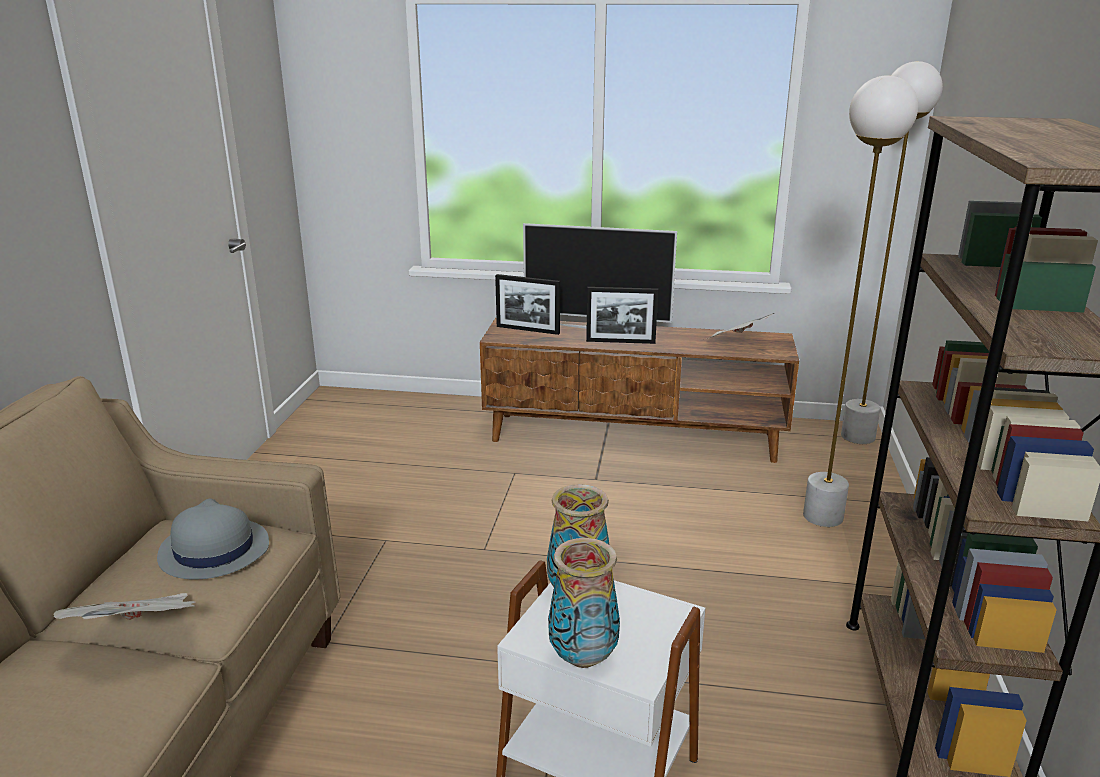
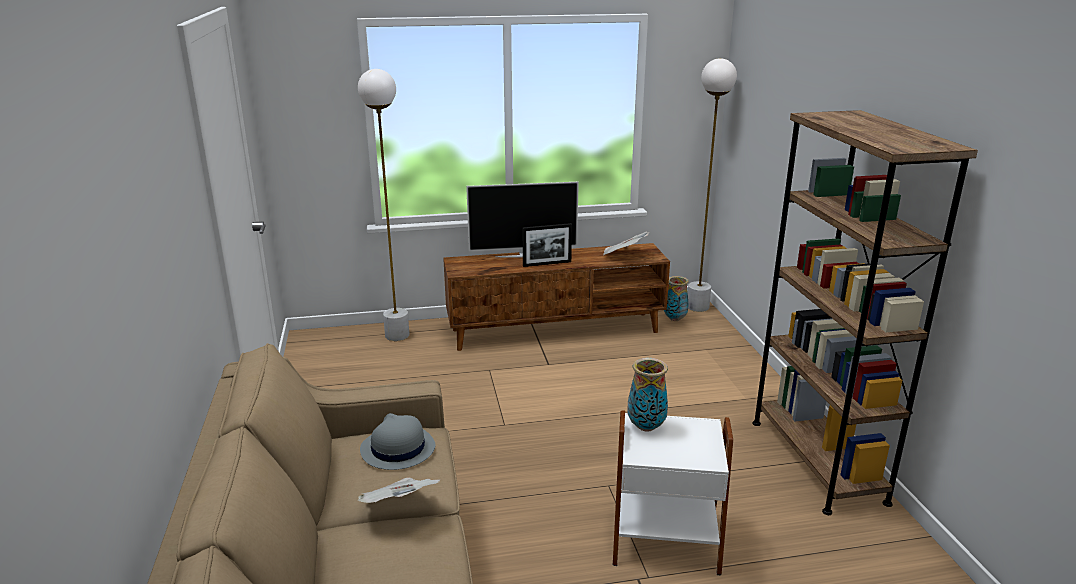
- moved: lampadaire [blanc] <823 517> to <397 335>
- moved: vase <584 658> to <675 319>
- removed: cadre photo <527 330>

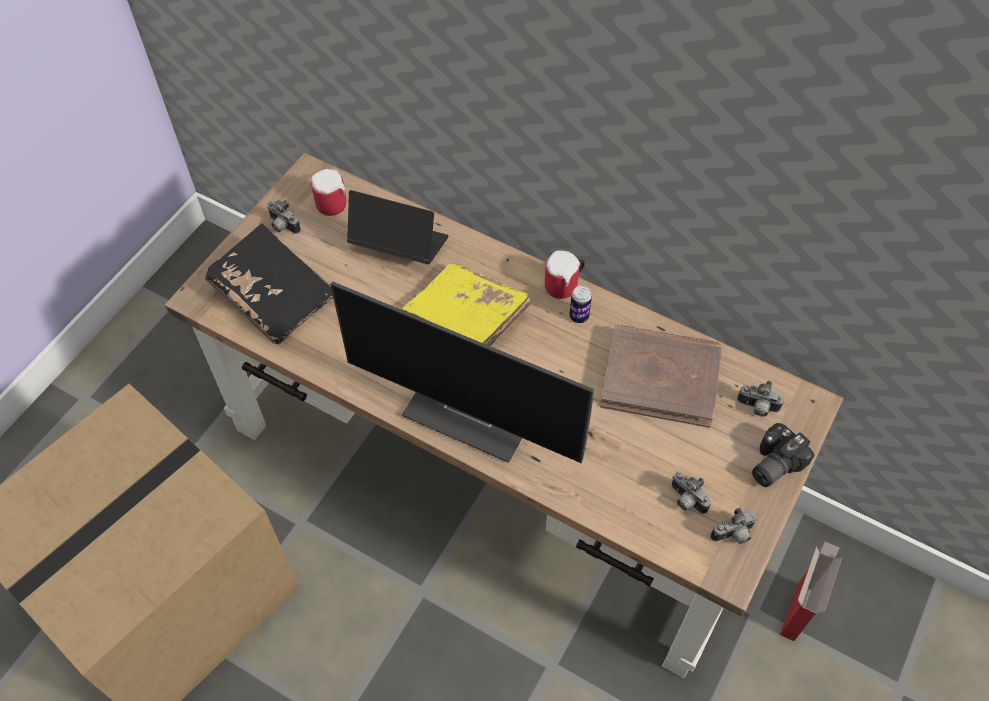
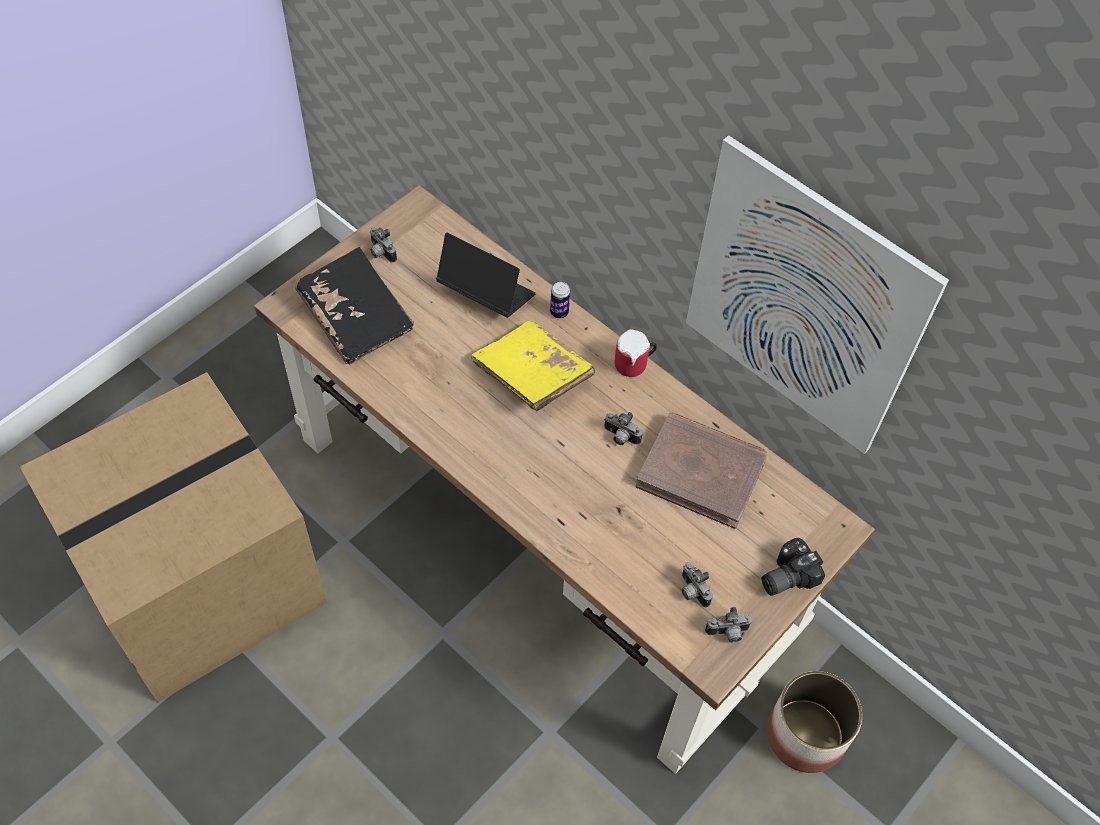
- moved: boîte métallique <579 316> to <559 312>
- moved: appareil photo <757 408> to <620 437>
- added: tableau <803 301>
- replaced: carton <796 610> to cache-pot <805 736>
- removed: mug <333 201>
- removed: écran d'ordinateur <475 411>

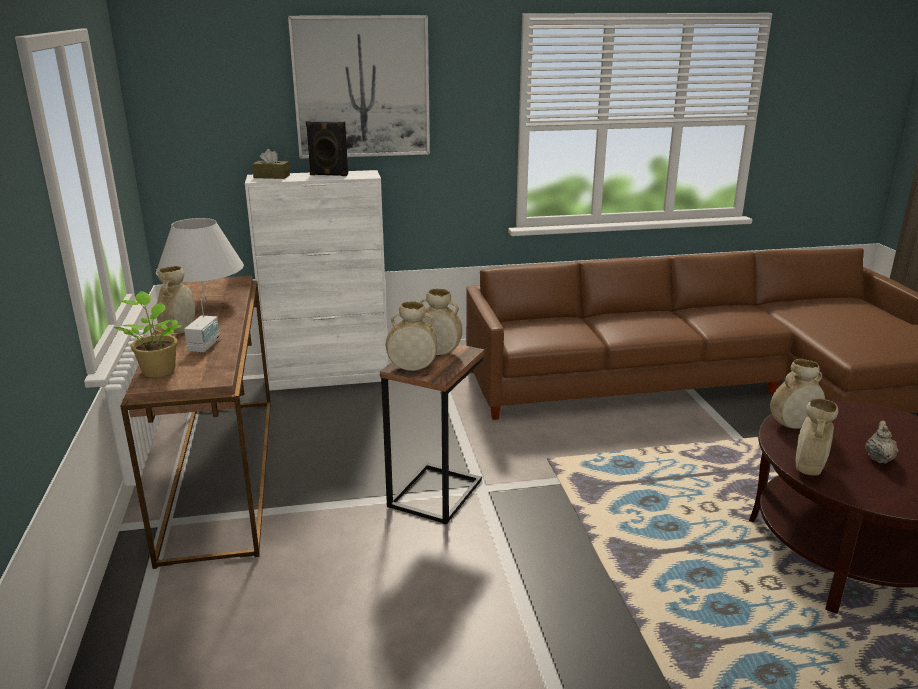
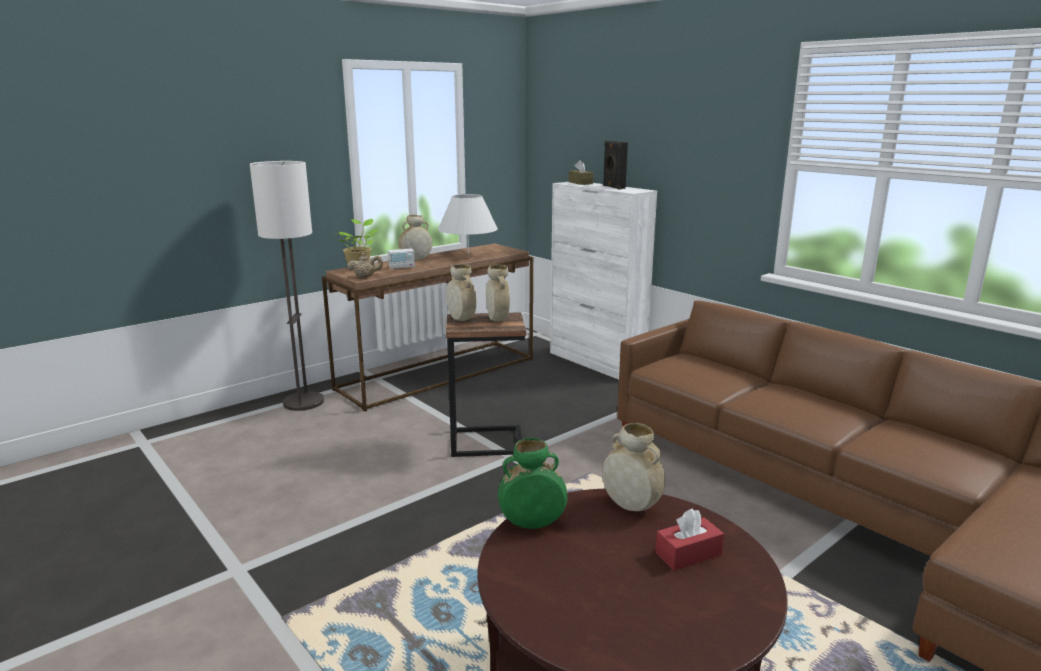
- added: lampadaire <303 402>
- moved: théière [beige] <878 458> to <365 277>
- recoloured: vase [beige] <808 470> to vase [vert] <532 524>
- added: boîte à mouchoirs [rouge] <688 554>
- removed: tableau <361 87>

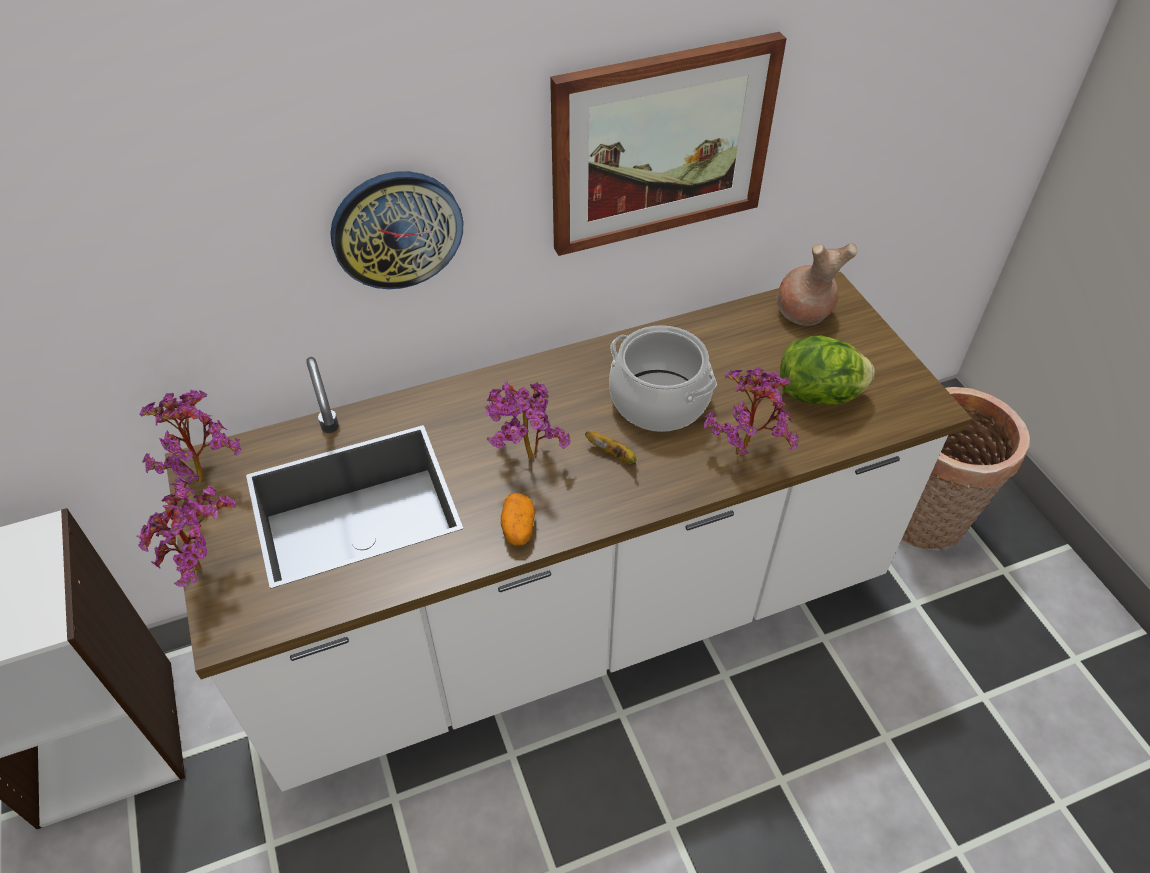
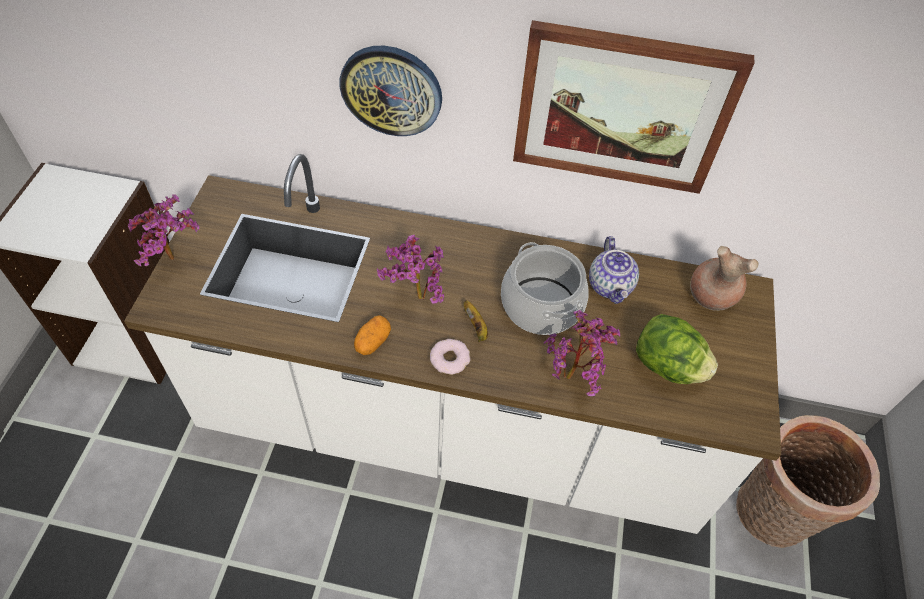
- added: beignet <450 359>
- added: théière <611 286>
- removed: plante en pot <204 474>

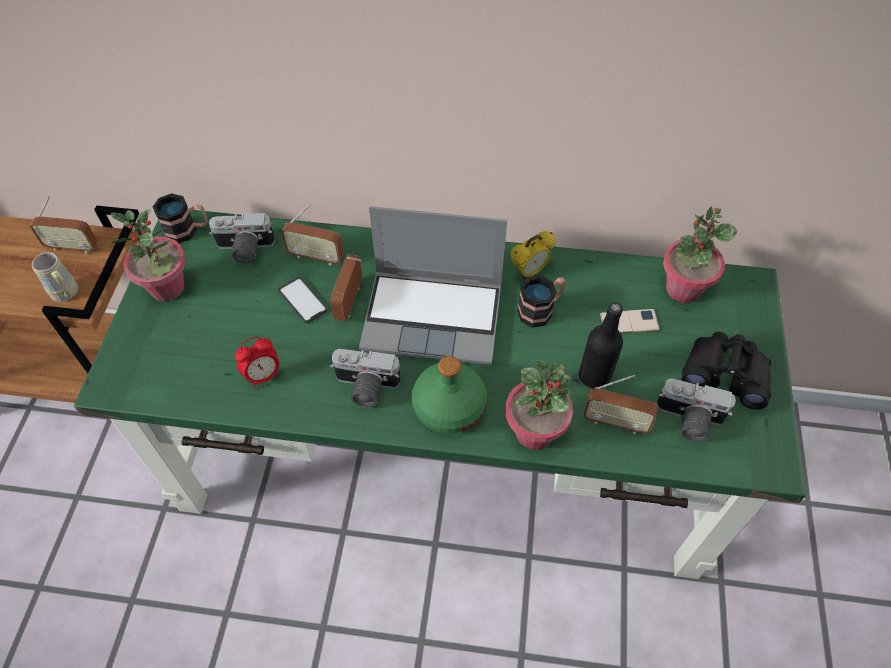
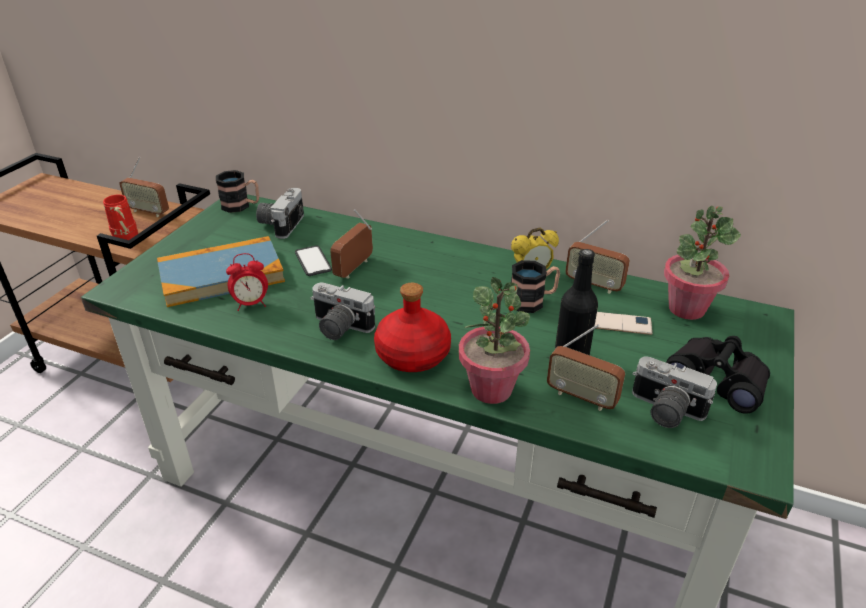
- recoloured: mug [beige] <67 295> to mug [rouge] <126 238>
- added: livre <221 275>
- turned: appareil photo <244 250> = <280 224> 90 degrees clockwise
- recoloured: bouteille [vert] <448 406> to bouteille [rouge] <412 354>
- moved: radio <316 256> to <594 285>
- removed: plante en pot <167 288>
- removed: ordinateur portable <434 317>

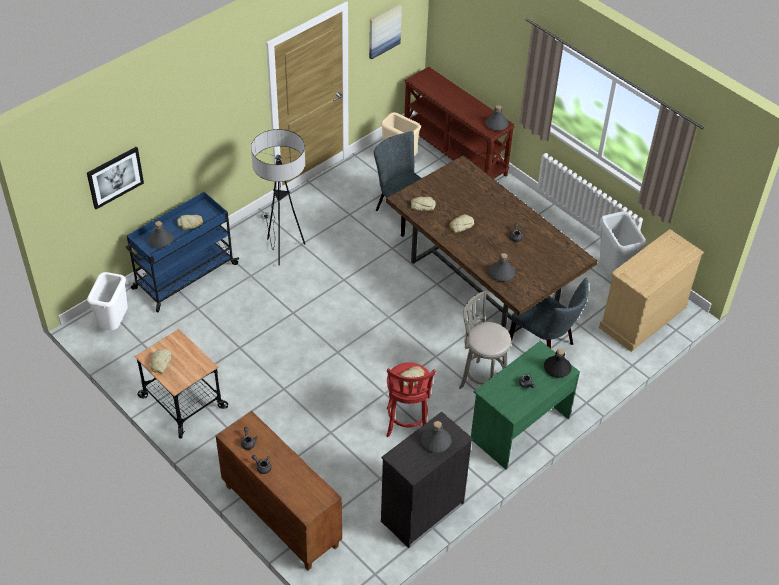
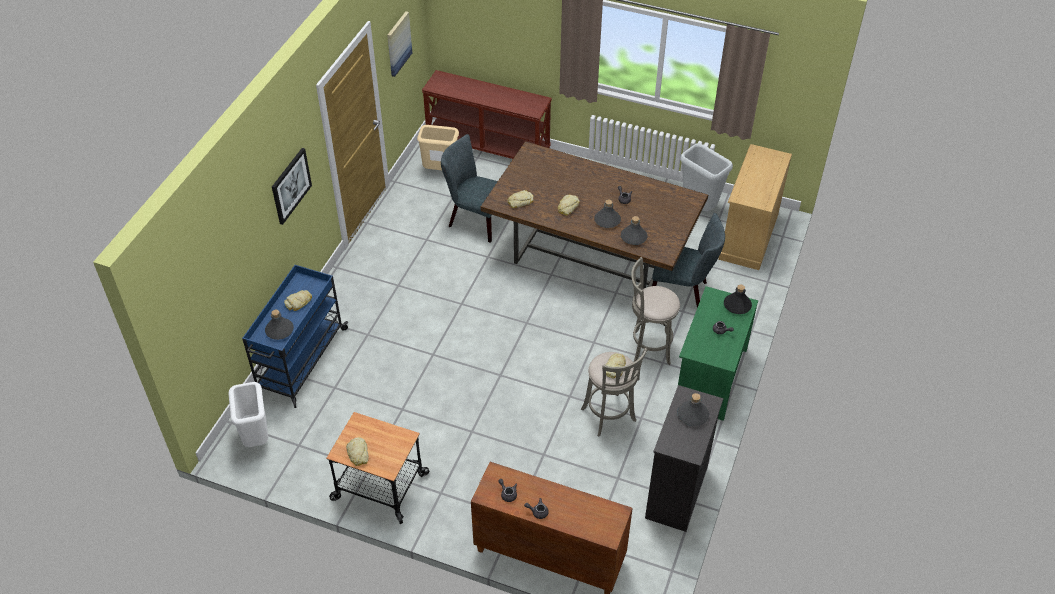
- moved: tableau <115 177> to <290 185>
- recoloured: tabouret [rouge] <407 425> to tabouret [gris] <609 417>
- moved: bouteille [gris] <496 124> to <607 220>
- removed: lampadaire <282 250>

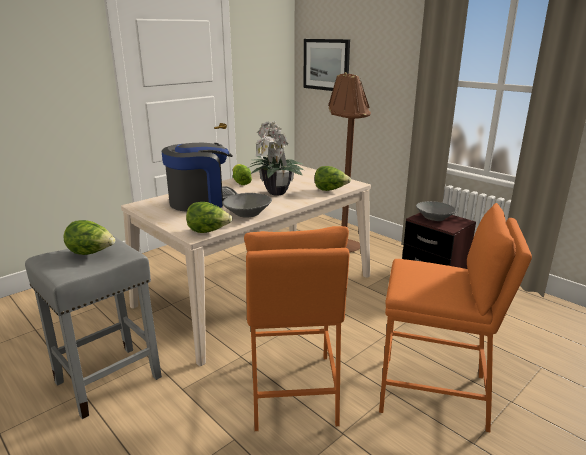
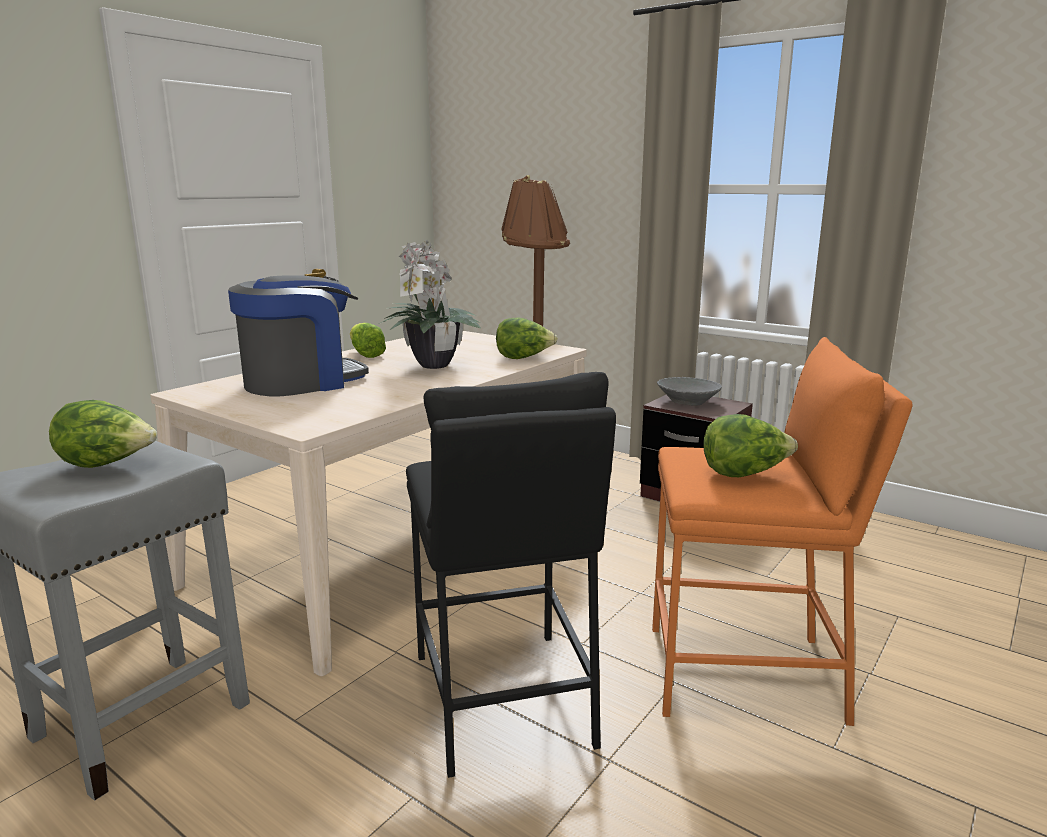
- recoloured: tabouret [orange] <292 390> to tabouret [noir] <502 698>
- moved: laitue <208 231> to <744 474>
- removed: bol [gris] <247 214>
- removed: tableau <326 64>

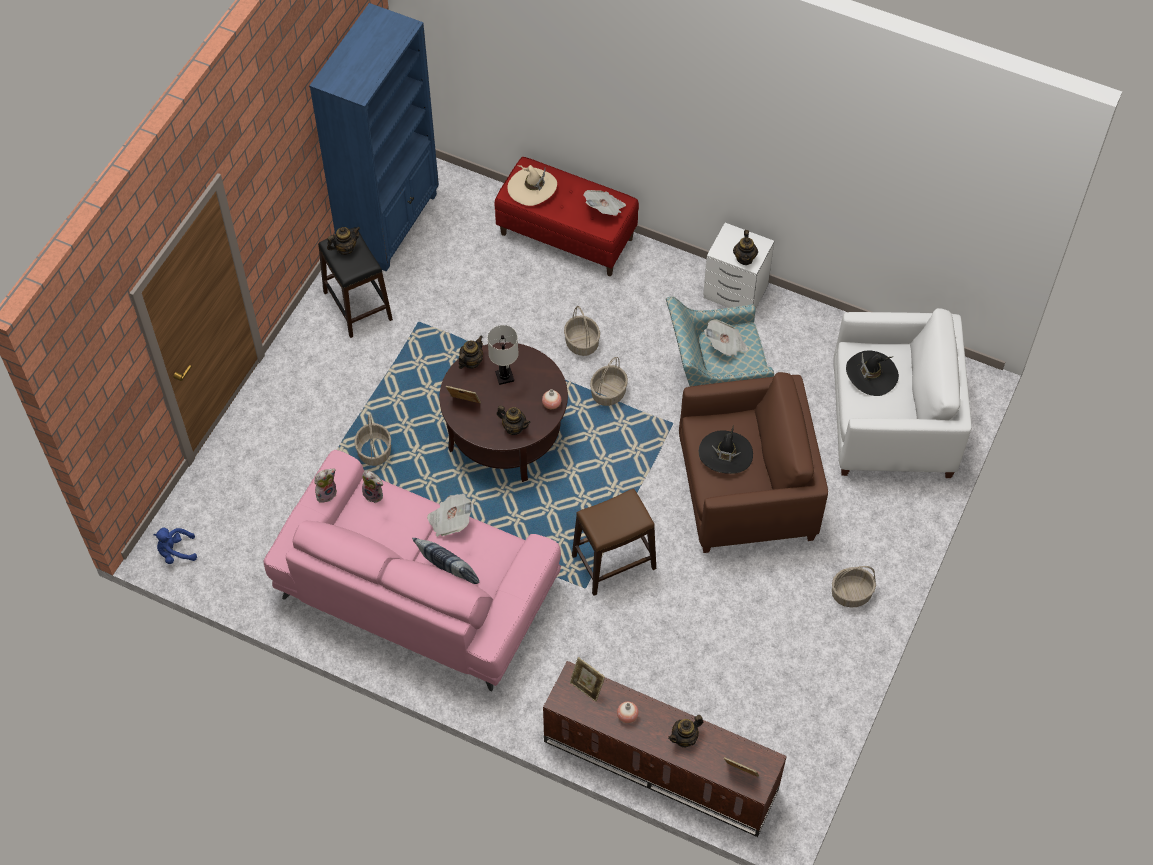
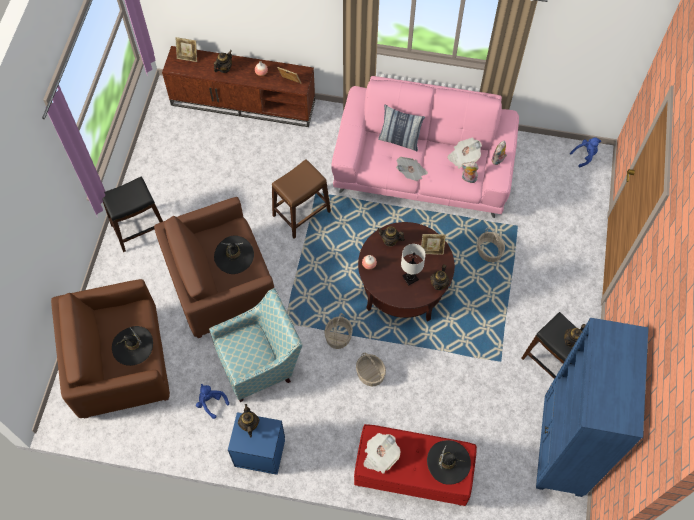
- recoloured: fauteuil [blanc] <891 422> to fauteuil [marron] <120 364>
- replaced: panier <851 594> to tabouret [noir] <139 228>
- added: peluche [bleu] <211 402>
- recoloured: table de chevet [blanc] <736 293> to table de chevet [bleu] <259 451>
- recoloured: chapeau [beige] <532 188> to chapeau [noir] <448 462>
- moved: journal <725 345> to <463 157>

